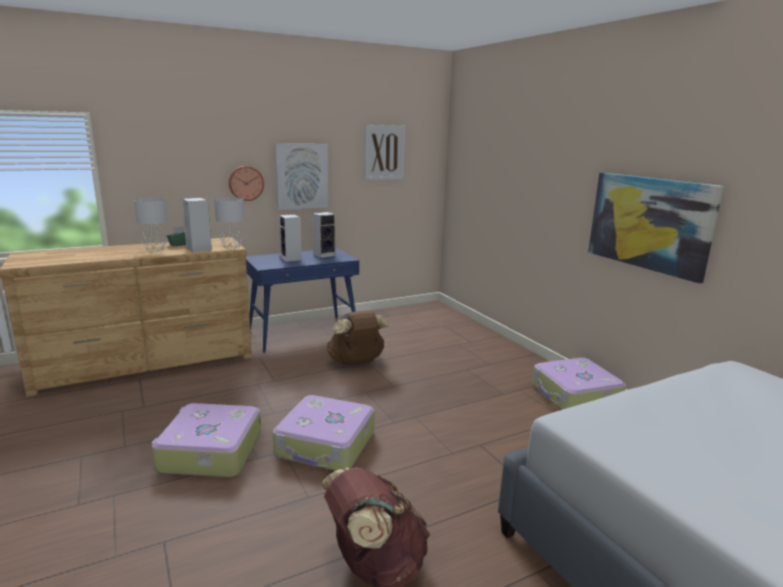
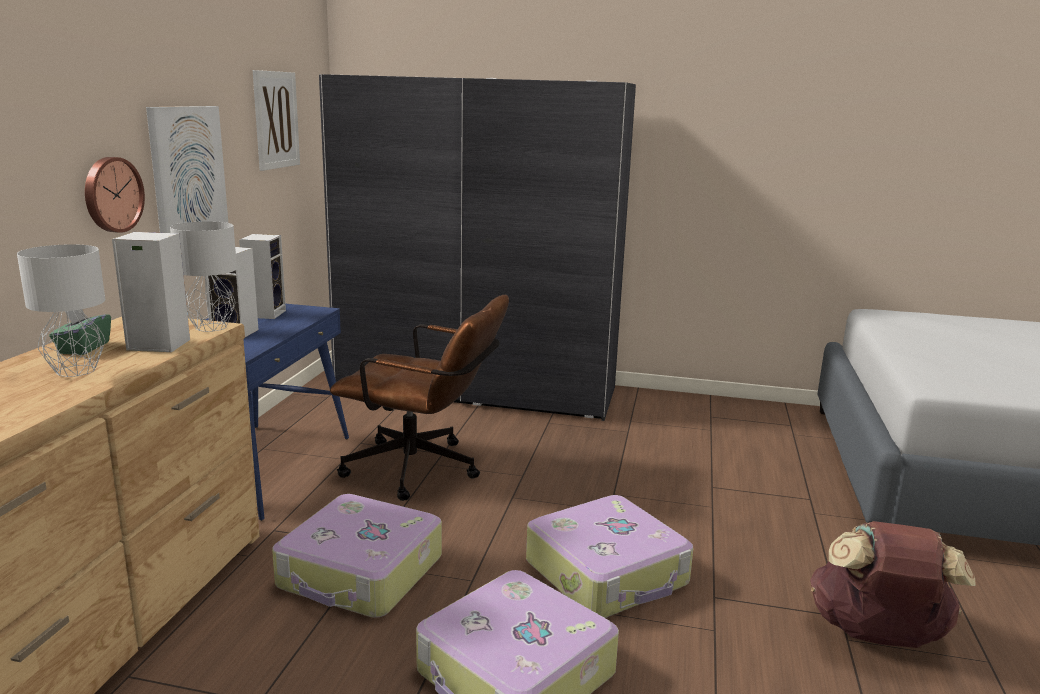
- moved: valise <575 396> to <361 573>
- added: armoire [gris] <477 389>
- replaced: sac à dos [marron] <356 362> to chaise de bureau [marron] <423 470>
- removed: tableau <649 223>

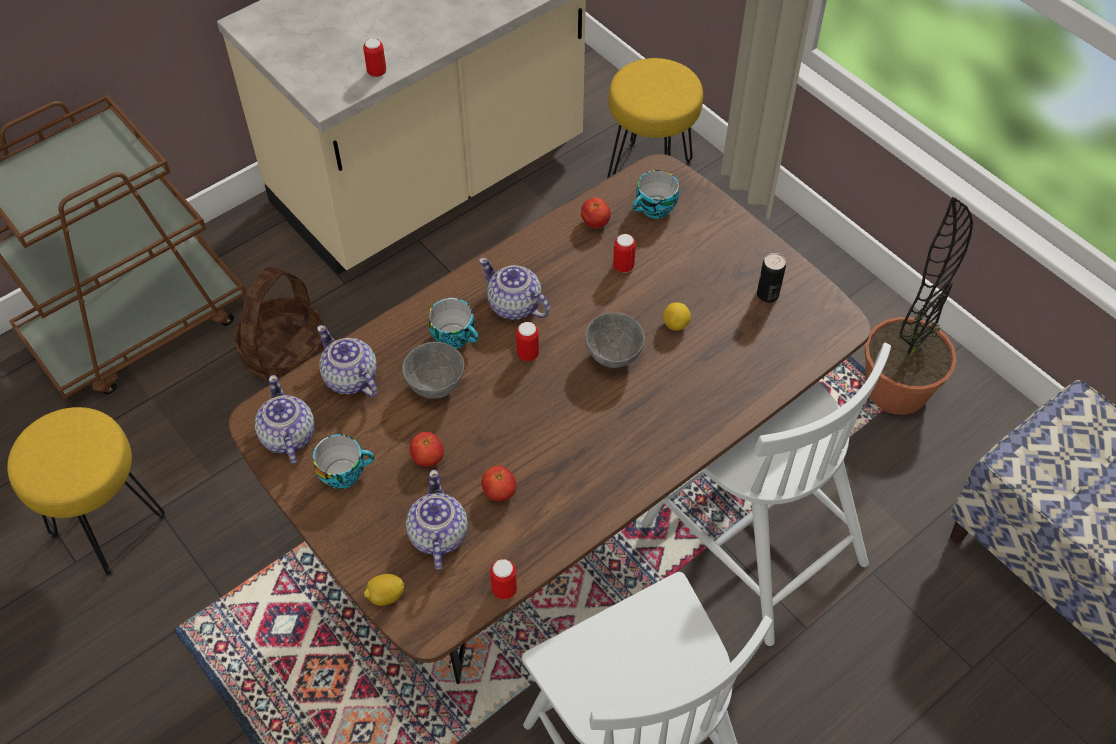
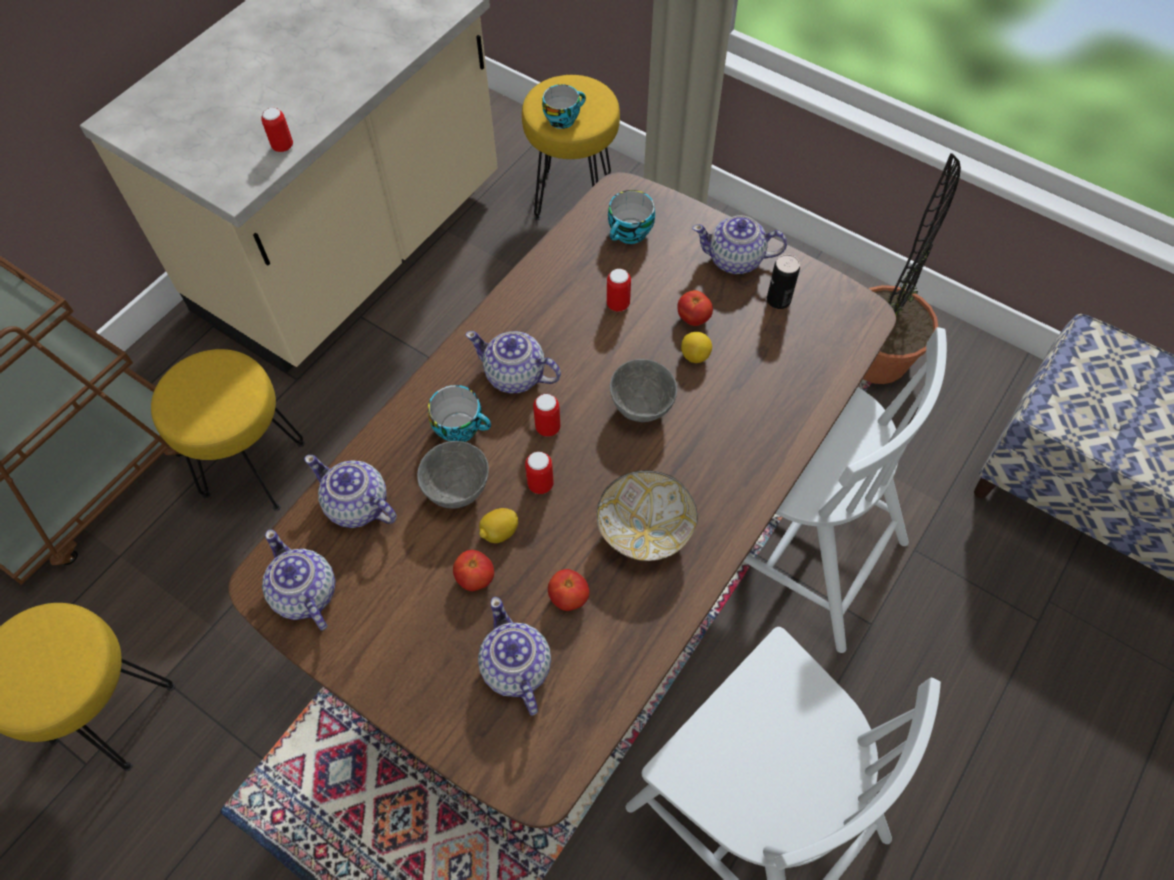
- replaced: panier <285 353> to tabouret [jaune] <255 470>
- moved: citron <386 596> to <499 532>
- moved: boîte métallique <504 589> to <540 484>
- moved: tasse <345 472> to <563 118>
- added: bol <644 531>
- moved: tomate <595 223> to <693 318>
- added: théière <736 260>

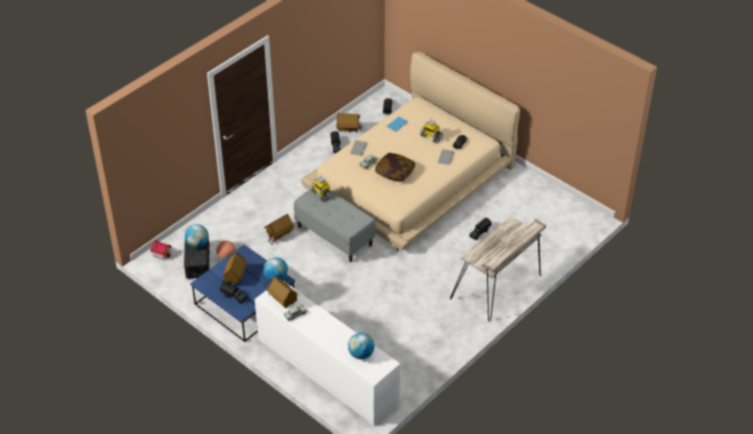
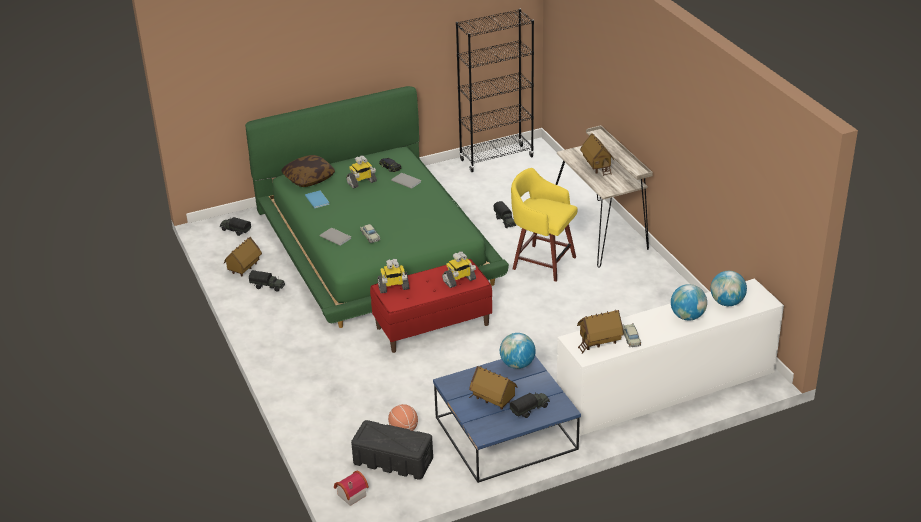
- recoloured: lit [beige] <410 178> to lit [vert] <375 244>
- moved: coussin <395 172> to <309 178>
- recoloured: banc [gris] <335 235> to banc [rouge] <432 326>
- added: robot jouet <459 280>
- added: bibliothèque [noir] <496 158>
- added: tabouret [jaune] <542 262>
- moved: maison miniature <279 235> to <597 166>
- moved: globe <197 244> to <687 316>

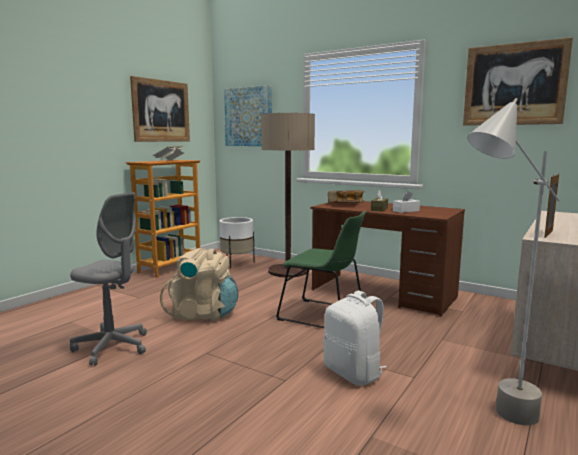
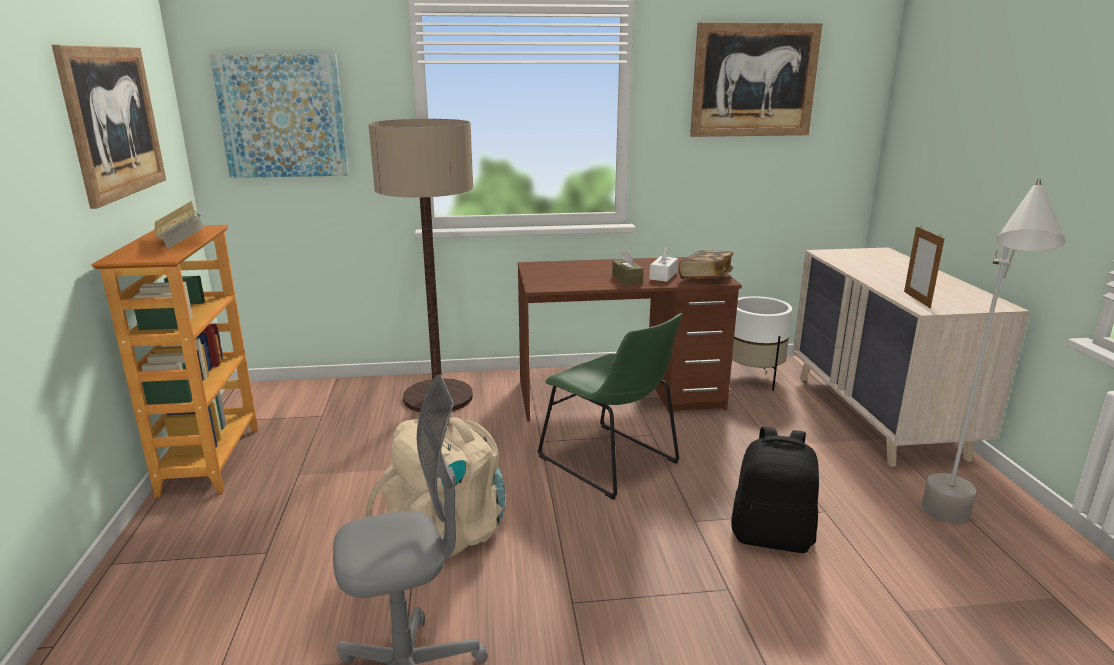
- turned: chaise [vert] <324 316> = <612 462> 60 degrees clockwise
- moved: livre <345 204> to <705 277>
- recoloured: sac à dos [blanc] <354 373> to sac à dos [noir] <772 537>
- moved: cache-pot [blanc] <237 263> to <753 378>

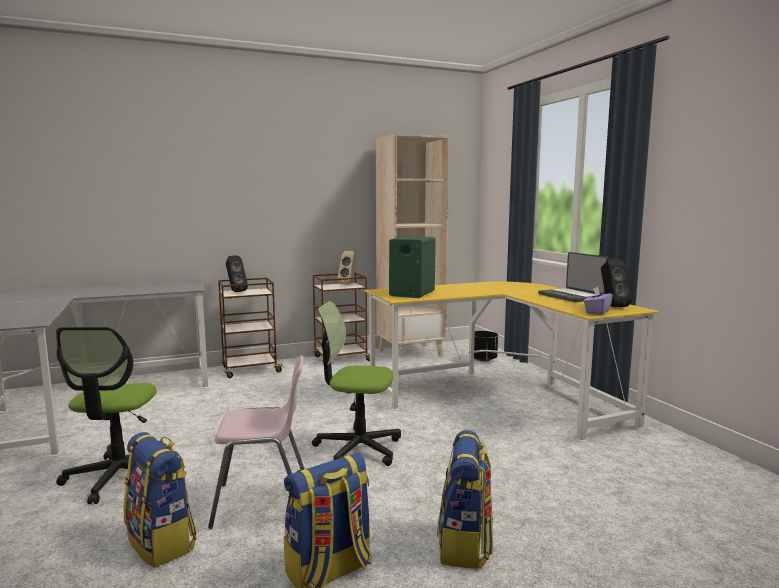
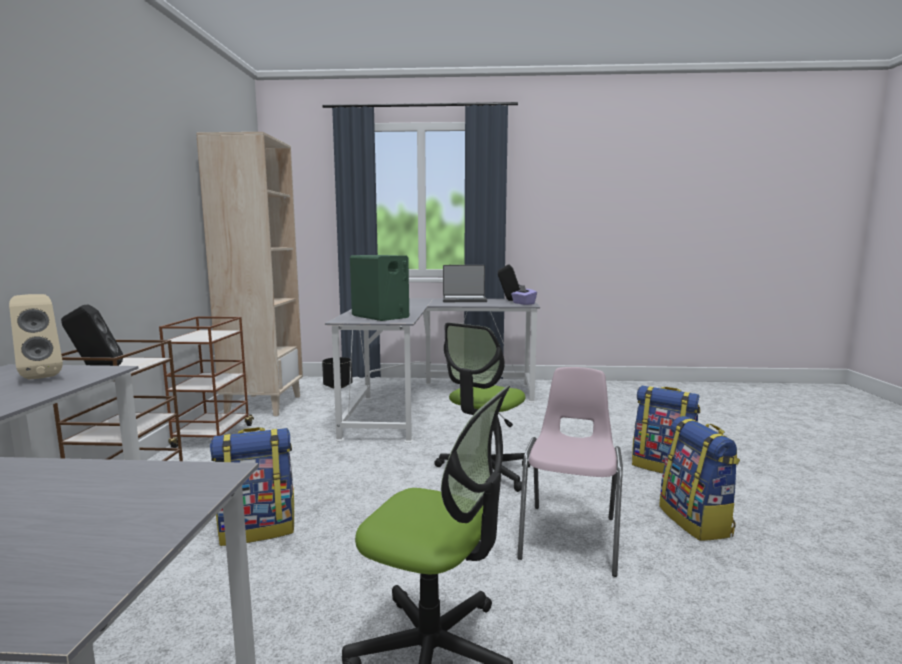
- moved: enceinte [beige] <348 284> to <41 376>
- moved: sac à dos <162 542> to <258 529>
- recoloured: bureau [jaune] <499 396> to bureau [gris] <429 402>

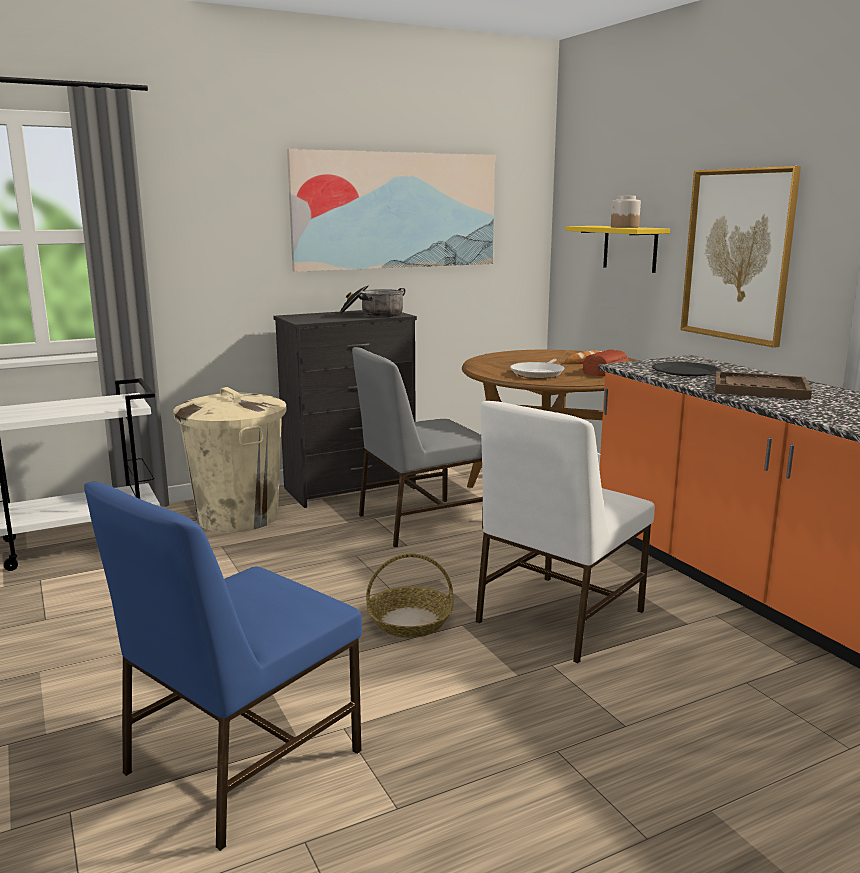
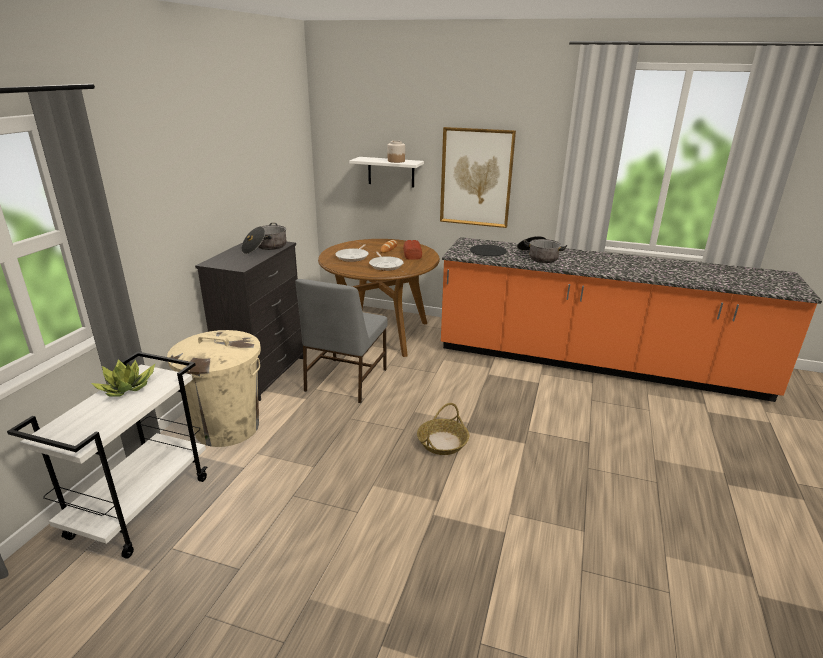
- added: plante en pot <127 387>
- added: poêle <353 257>
- recoloured: étagère [jaune] <630 248> to étagère [blanc] <391 172>
- replaced: plateau [marron] <760 389> to marmite <538 257>
- removed: chaise [bleu] <239 763>
- removed: tableau <396 210>
- removed: chaise [blanc] <557 617>

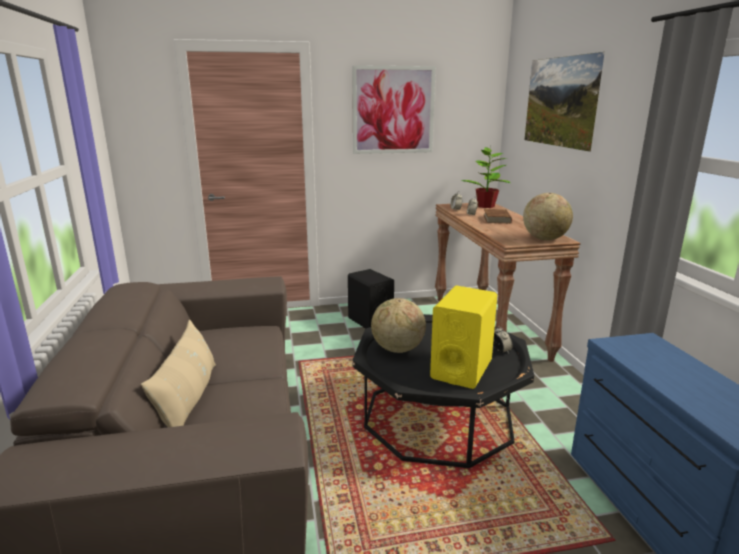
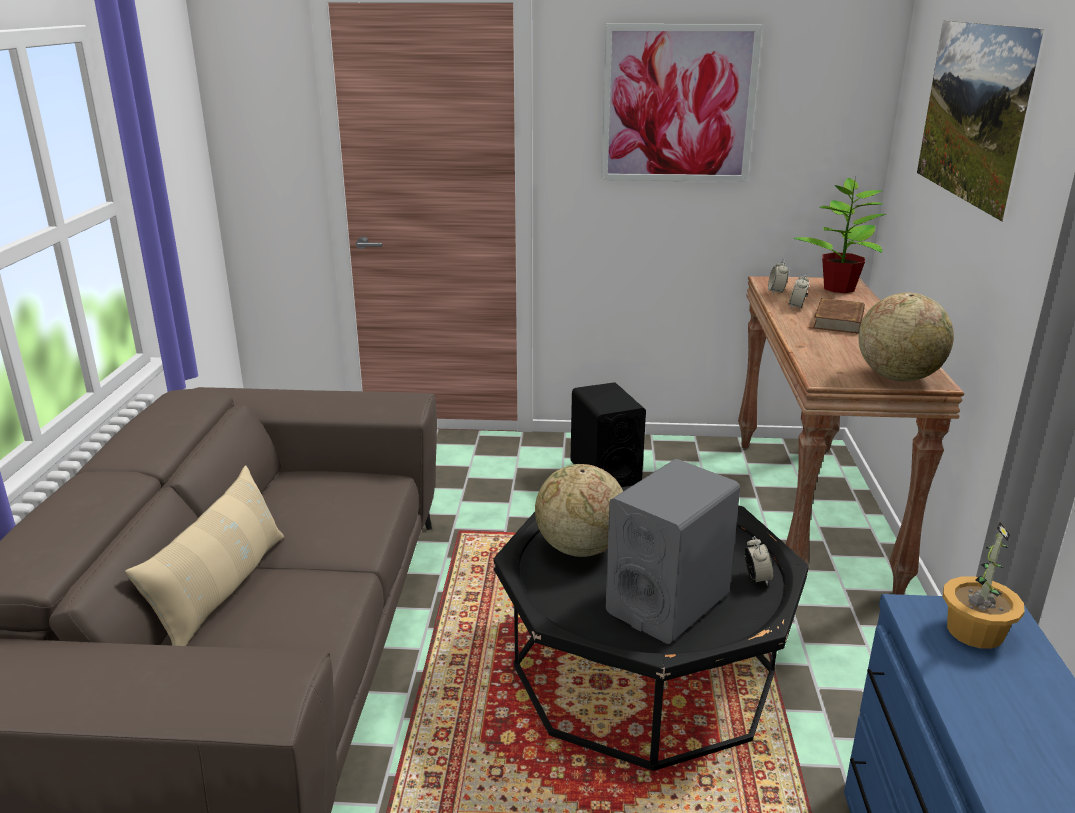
- recoloured: enceinte [jaune] <461 369> to enceinte [gris] <668 603>
- added: plante en pot <973 631>

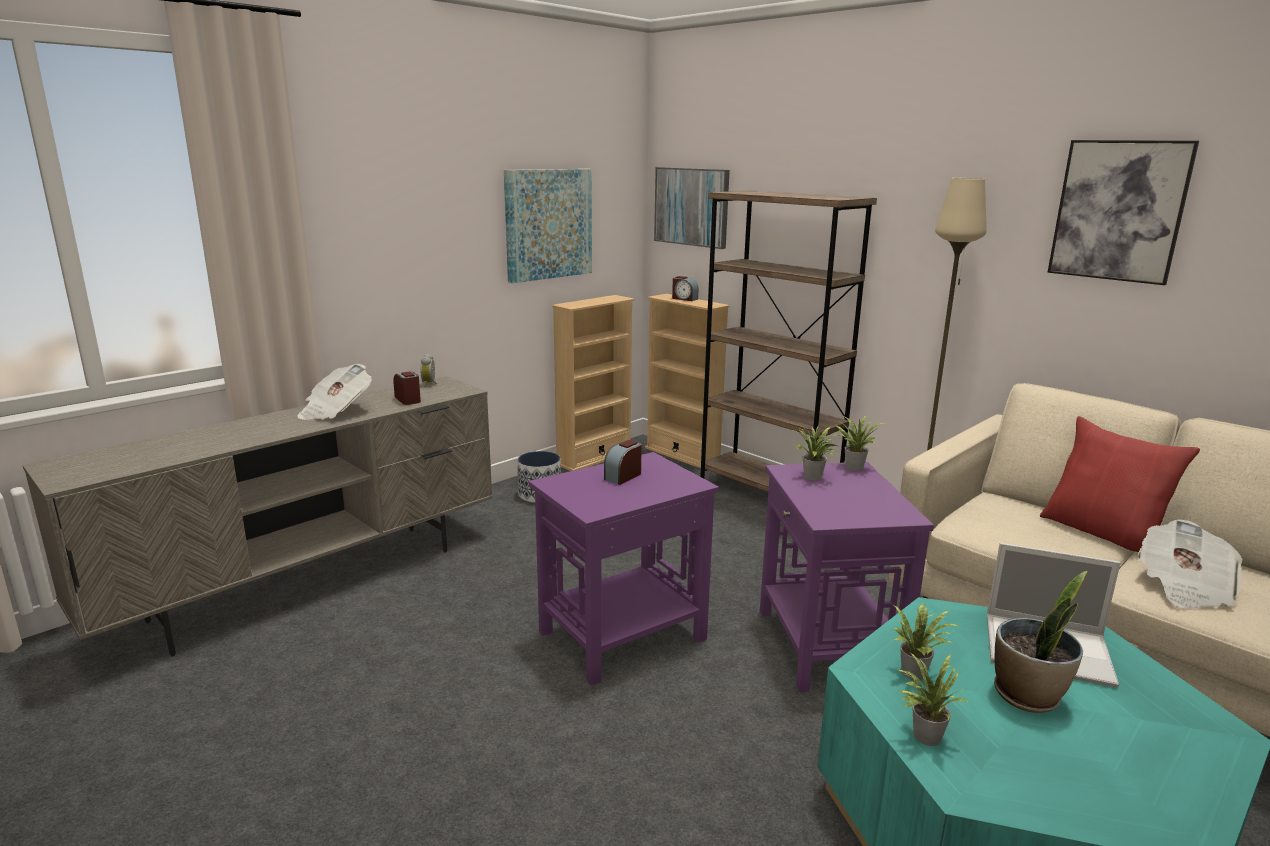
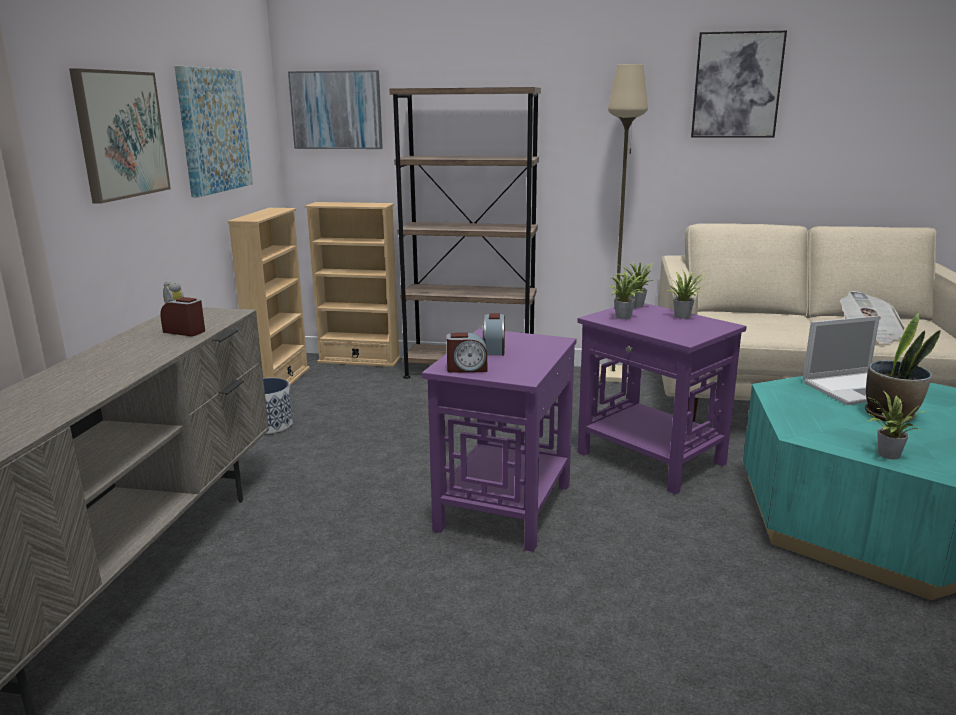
- added: tableau <120 134>
- moved: réveil <684 299> to <467 368>
- moved: plante en pot <916 673> to <683 316>
- removed: journal <335 411>
- removed: coussin [rouge] <1103 533>

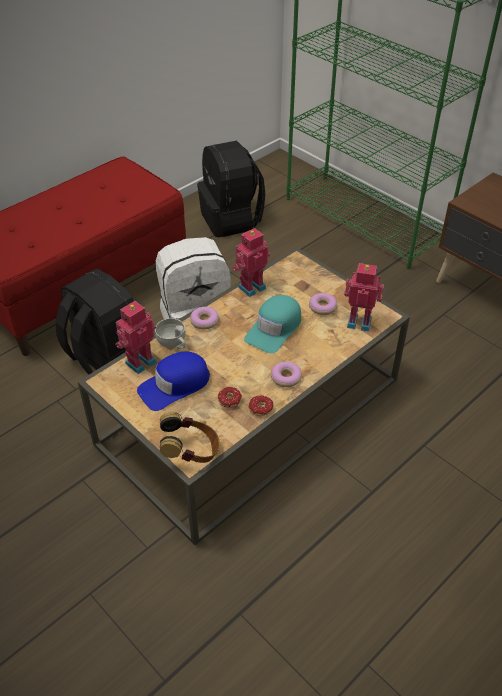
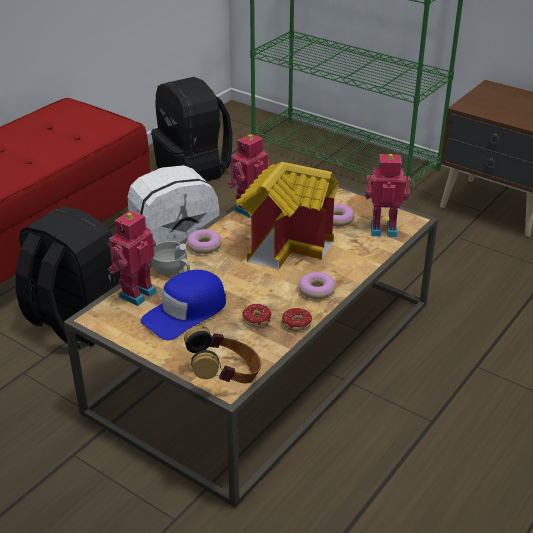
- replaced: casquette [turquoise] <274 329> to maison miniature <289 245>

